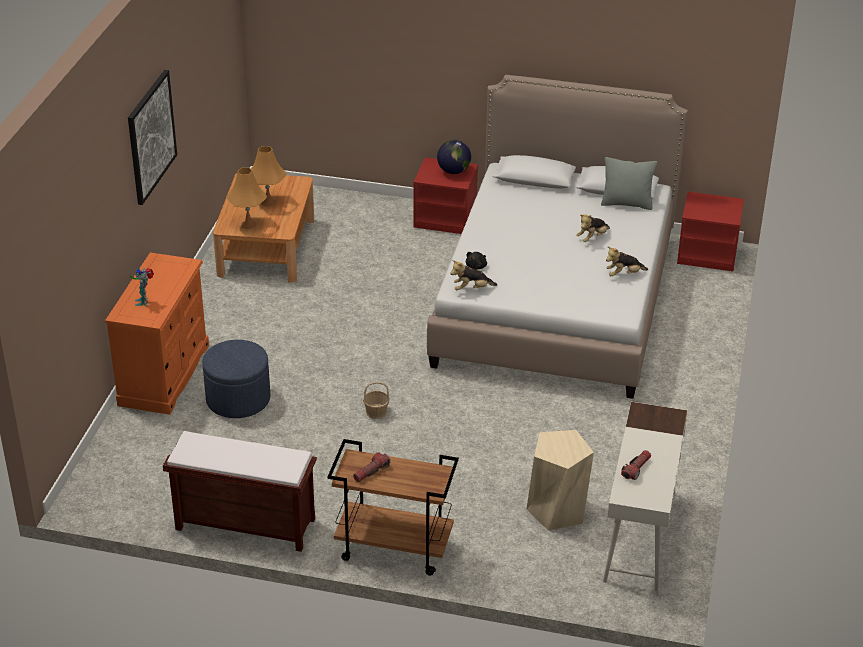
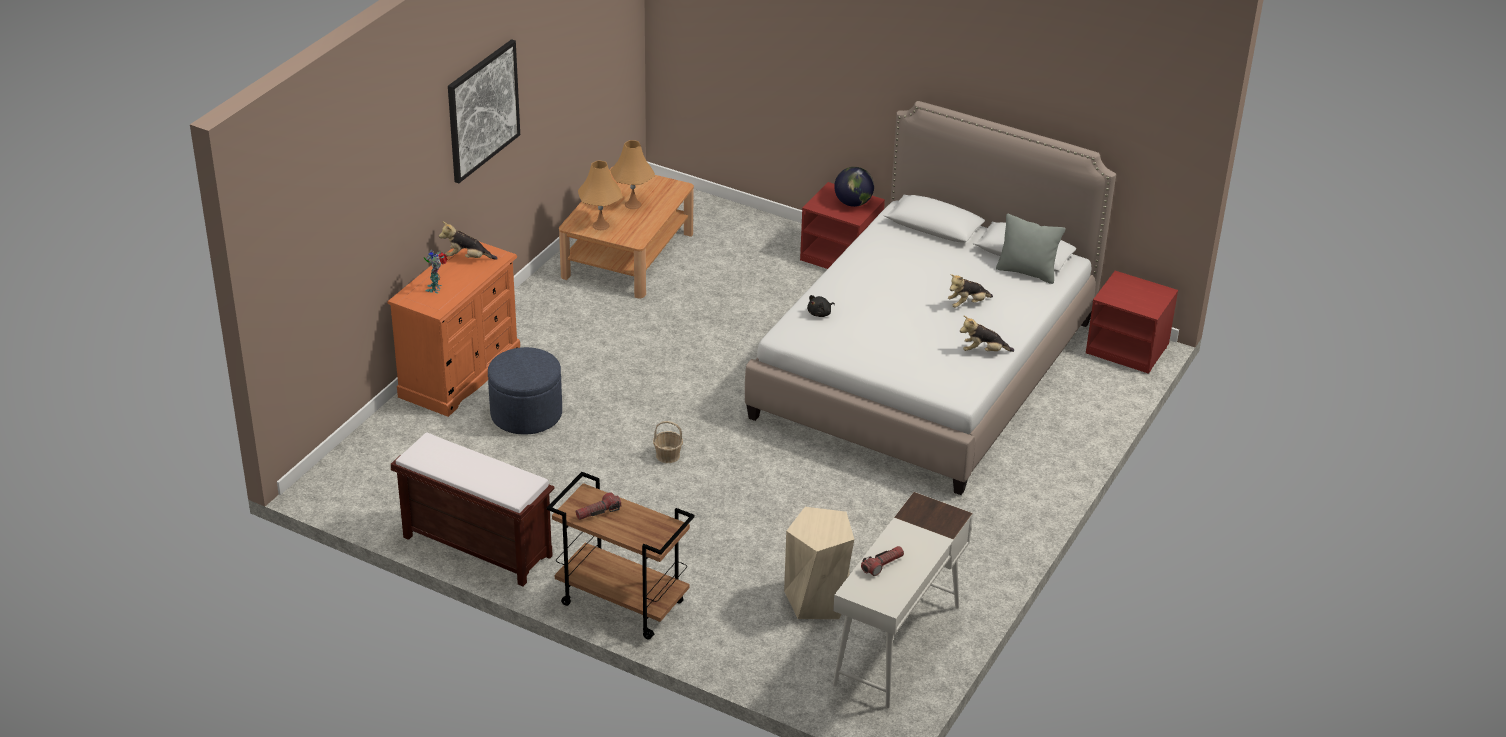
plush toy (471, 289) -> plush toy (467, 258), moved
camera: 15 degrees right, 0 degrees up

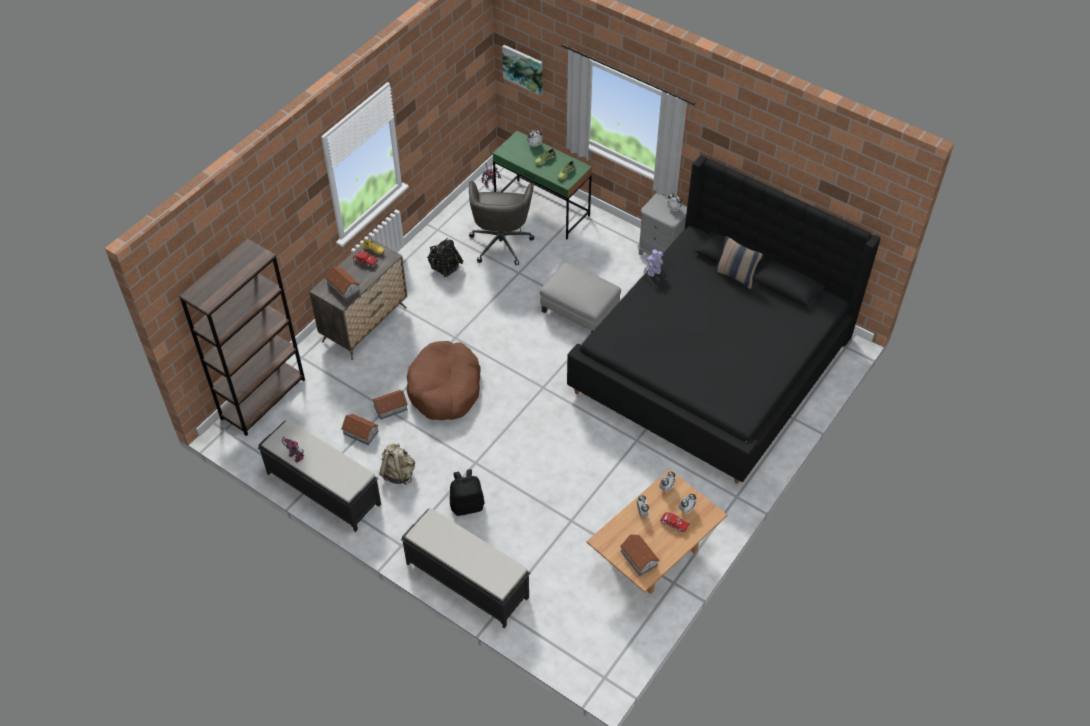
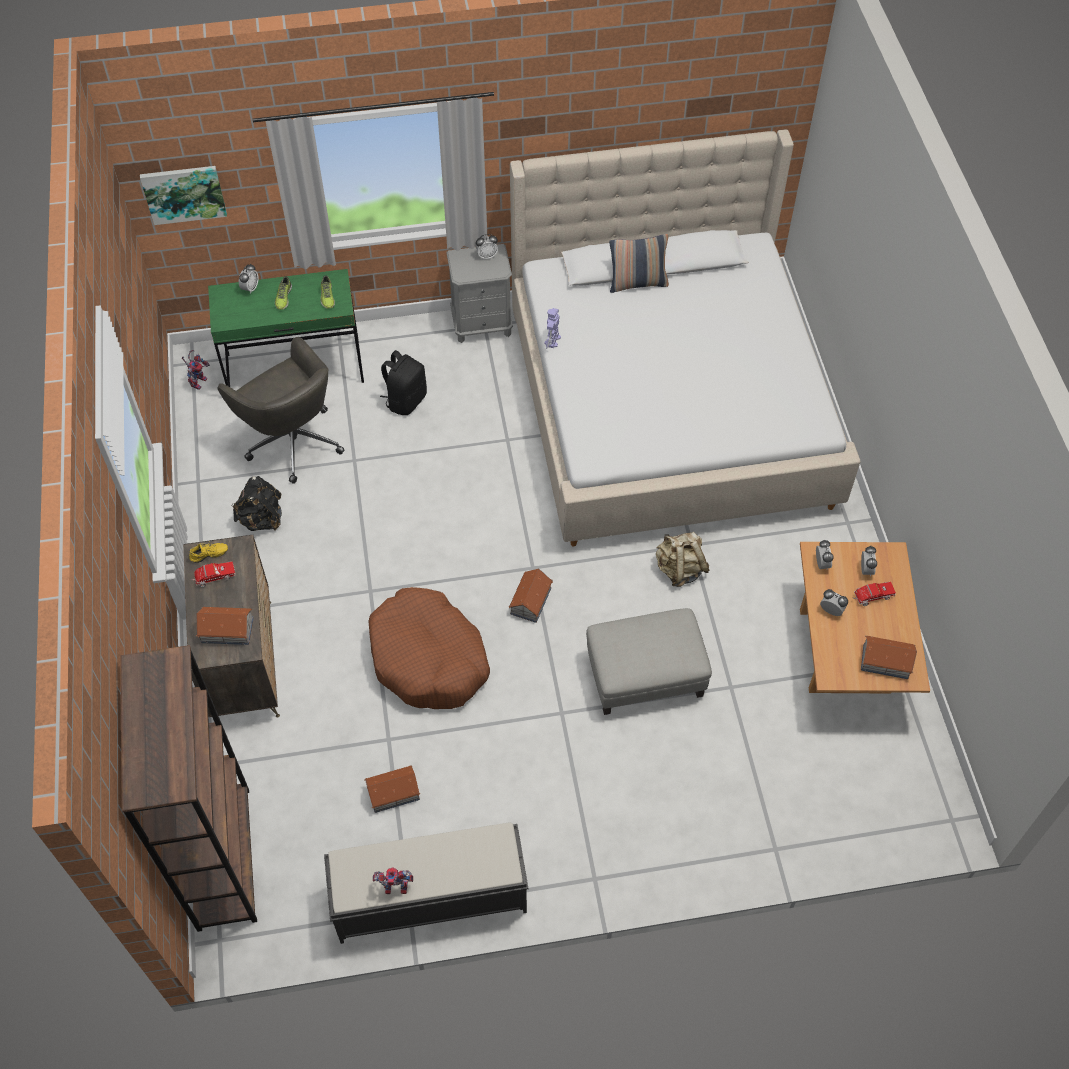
bench/black (466, 580) -> none
toy house (390, 407) -> toy house (530, 601), moved
backpack/beige (398, 473) -> backpack/beige (680, 569), moved
backpack/black (467, 505) -> backpack/black (405, 400), moved
ottoman/grey (579, 311) -> ottoman/grey (645, 675), moved
bed/black (713, 364) -> bed/beige (669, 404)
camera: 45 degrees left, 5 degrees up

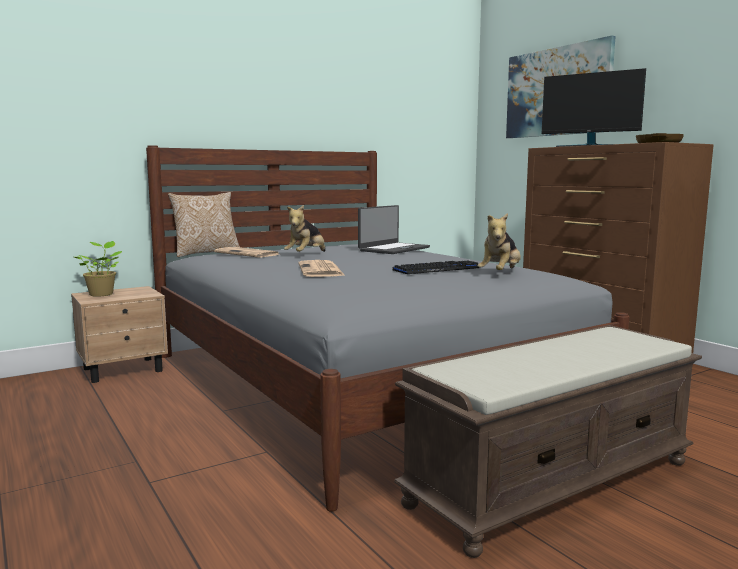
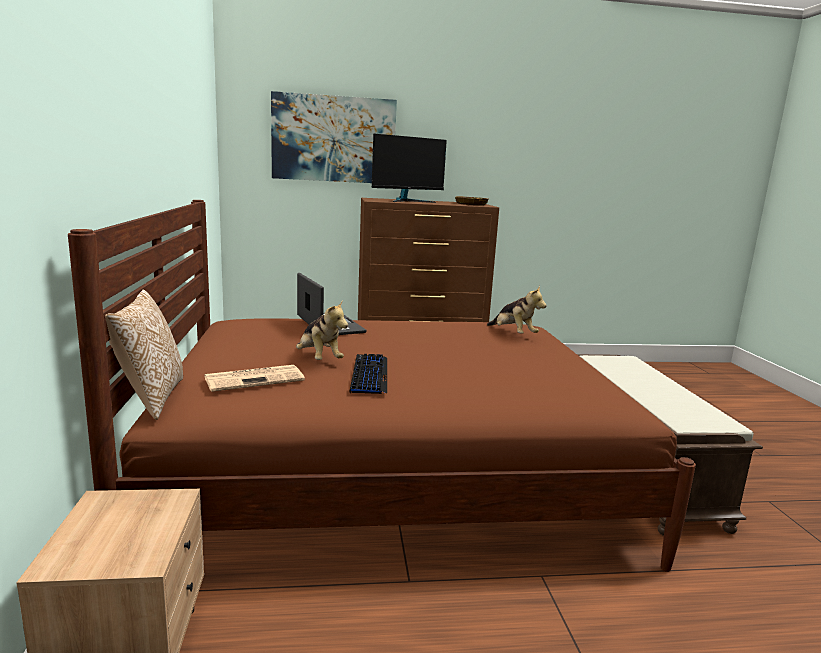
potted plant (102, 294) -> none
newspaper (321, 270) -> none
keyboard (437, 269) -> keyboard (369, 375), moved
bed/grey (360, 381) -> bed/brown (390, 476)
camera: 65 degrees left, 5 degrees up

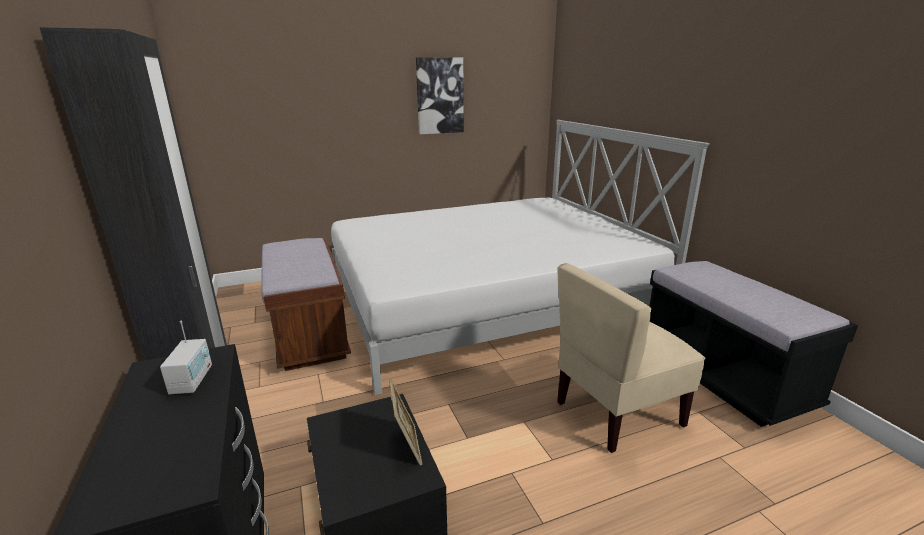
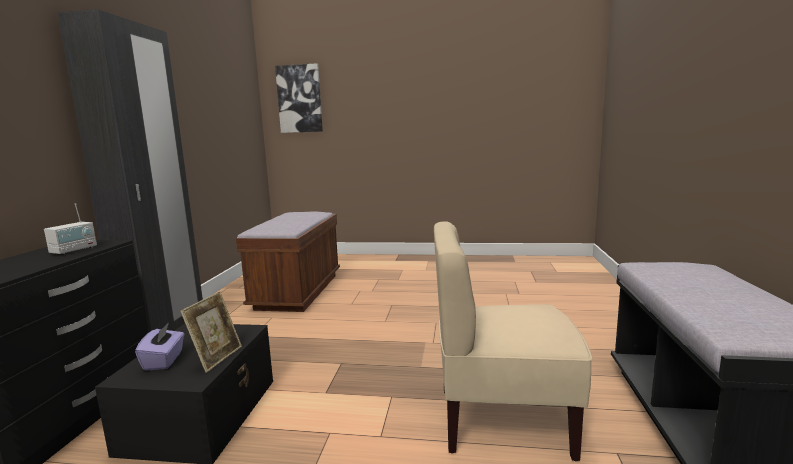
bed/white (488, 300) -> none
none -> tissue box/purple (164, 360)
picture (439, 96) -> picture (299, 99), moved
camera: 30 degrees right, 10 degrees down

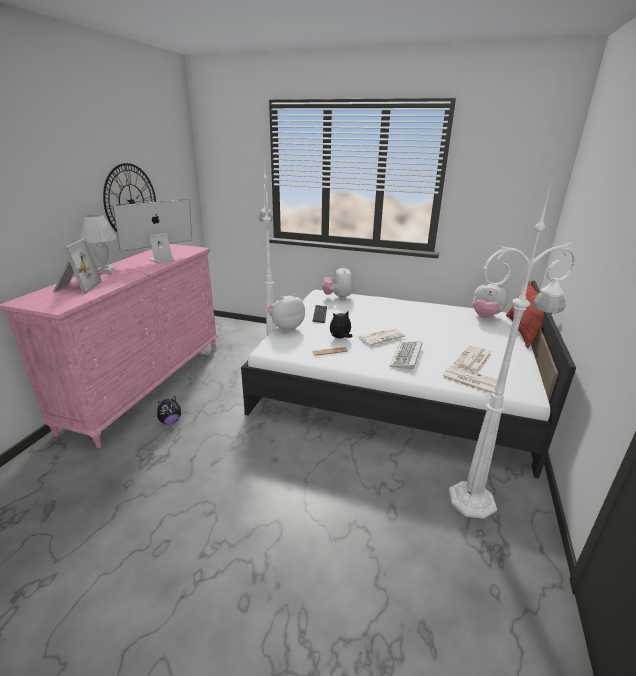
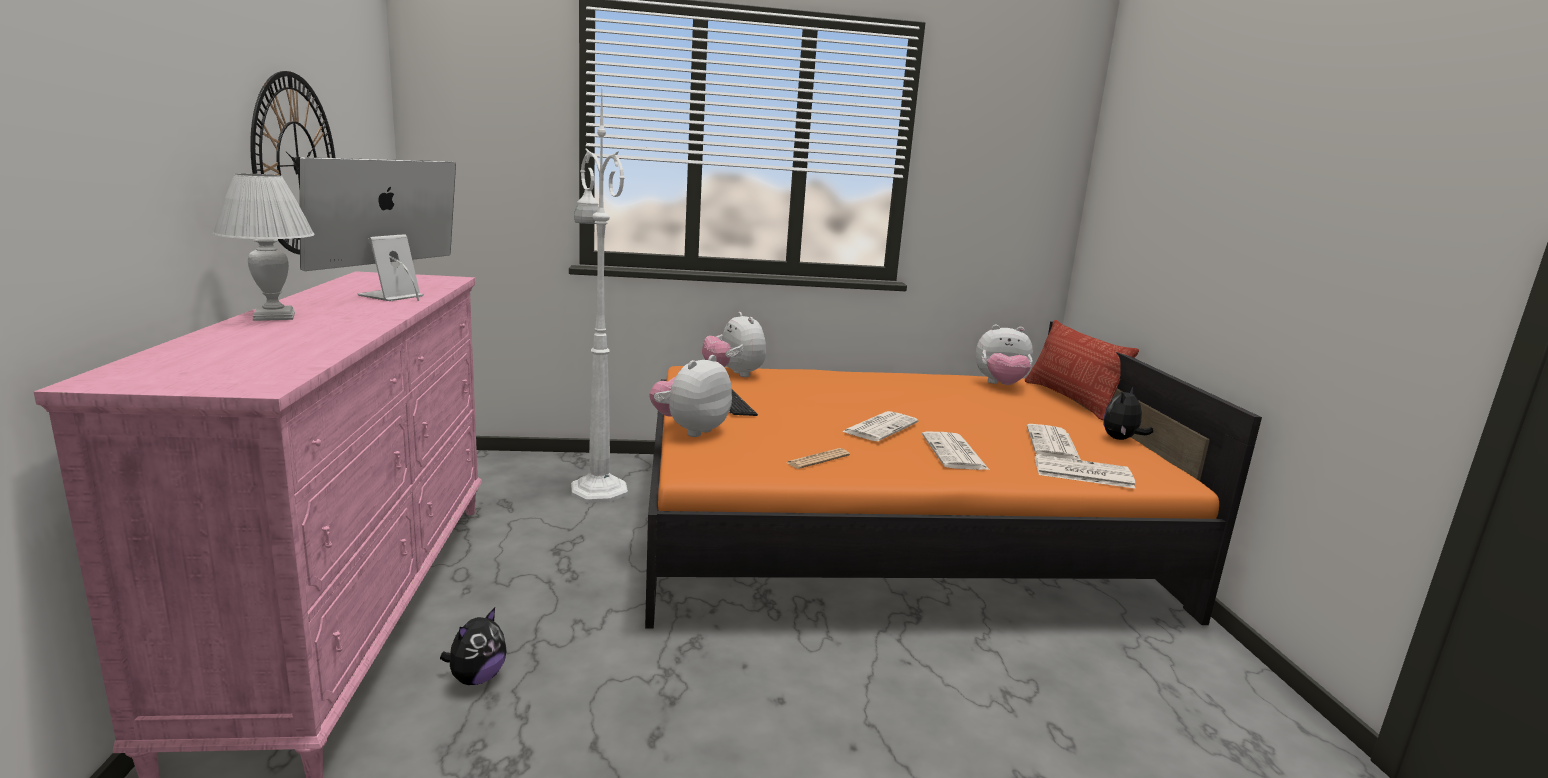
picture frame (76, 287) -> none
floor lamp/white (474, 500) -> none
plush toy (340, 338) -> plush toy (1121, 439), moved
keyboard (407, 357) -> newspaper (955, 453)
bed/white (394, 385) -> bed/orange (886, 526)
camera: 25 degrees left, 10 degrees down

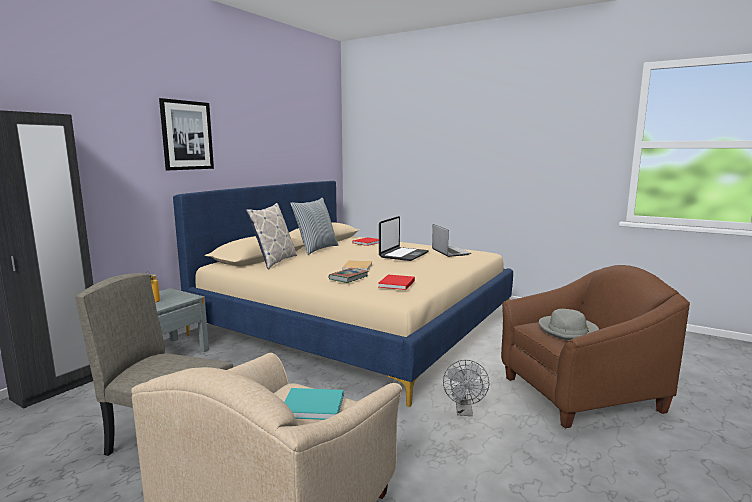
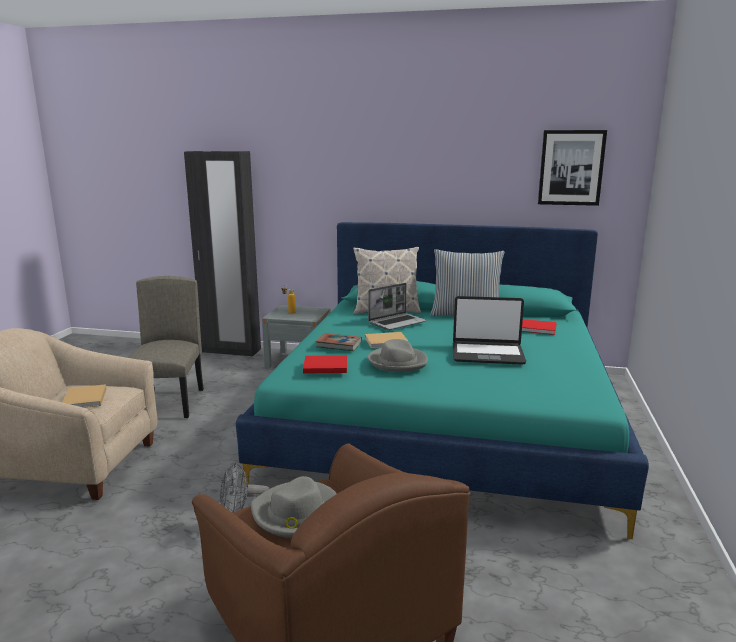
none -> hat/grey (398, 362)
picture (187, 135) -> picture (571, 168), moved
laptop (450, 252) -> laptop (397, 322), moved
bed/beige (357, 323) -> bed/turquoise (444, 420)
book/turquoise (315, 406) -> book/beige (84, 399)
camera: 70 degrees right, 5 degrees up

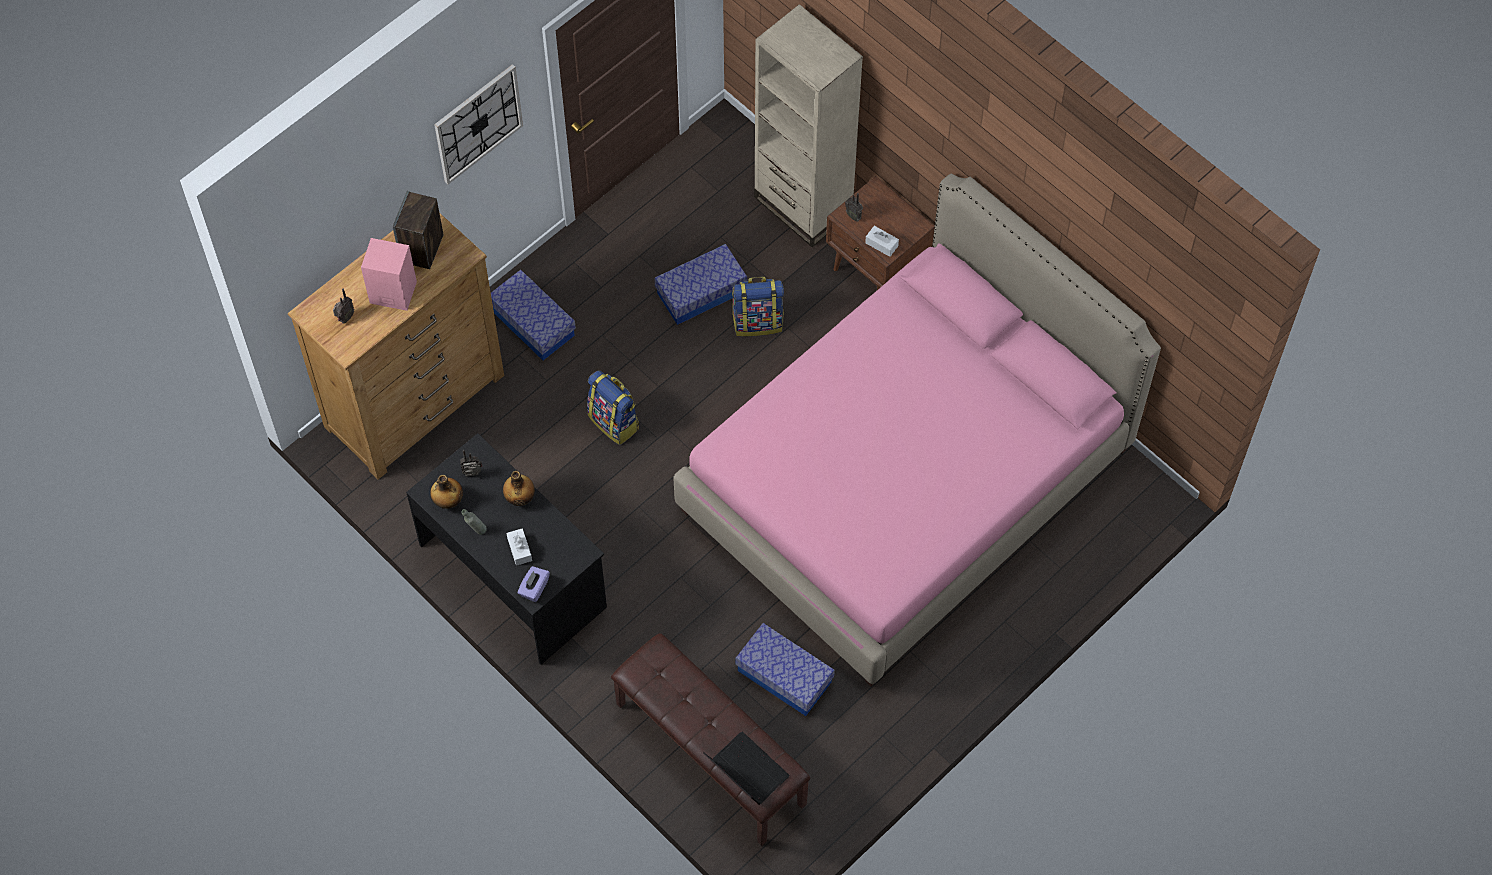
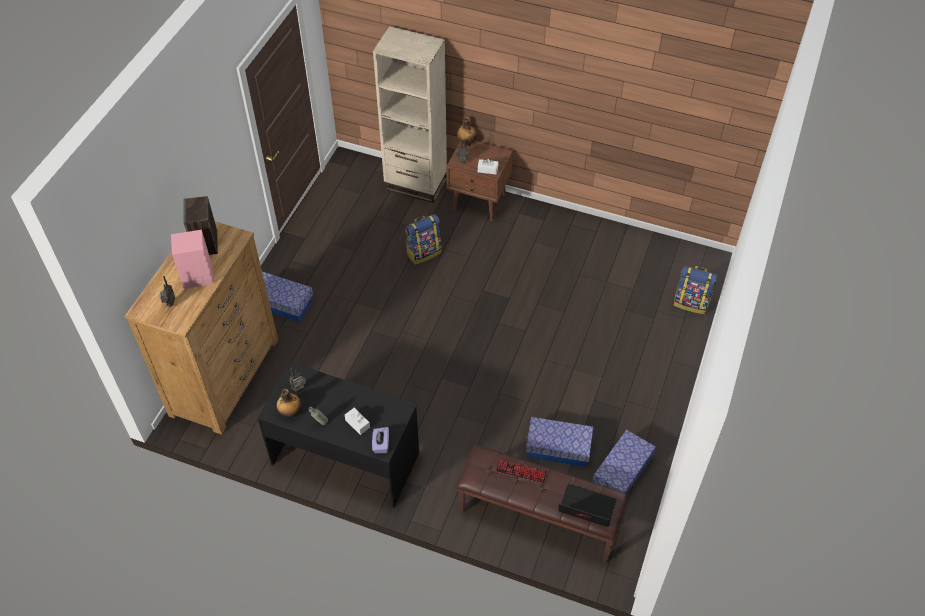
wall clock (478, 123) -> none
bed/pink (905, 479) -> none
none -> keyboard (521, 472)
bottle (520, 498) -> bottle (466, 142), moved
backpack (614, 422) -> backpack (691, 303), moved
storage box (701, 293) -> storage box (622, 472), moved
camera: 25 degrees left, 10 degrees down

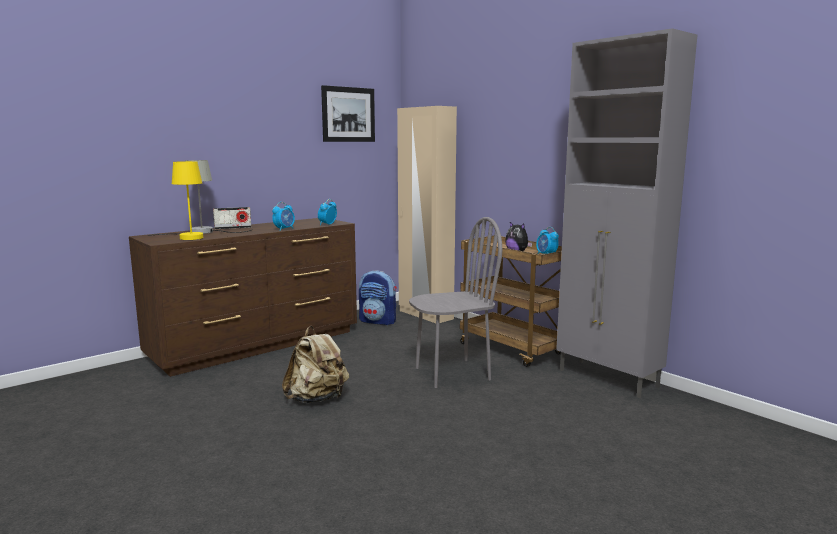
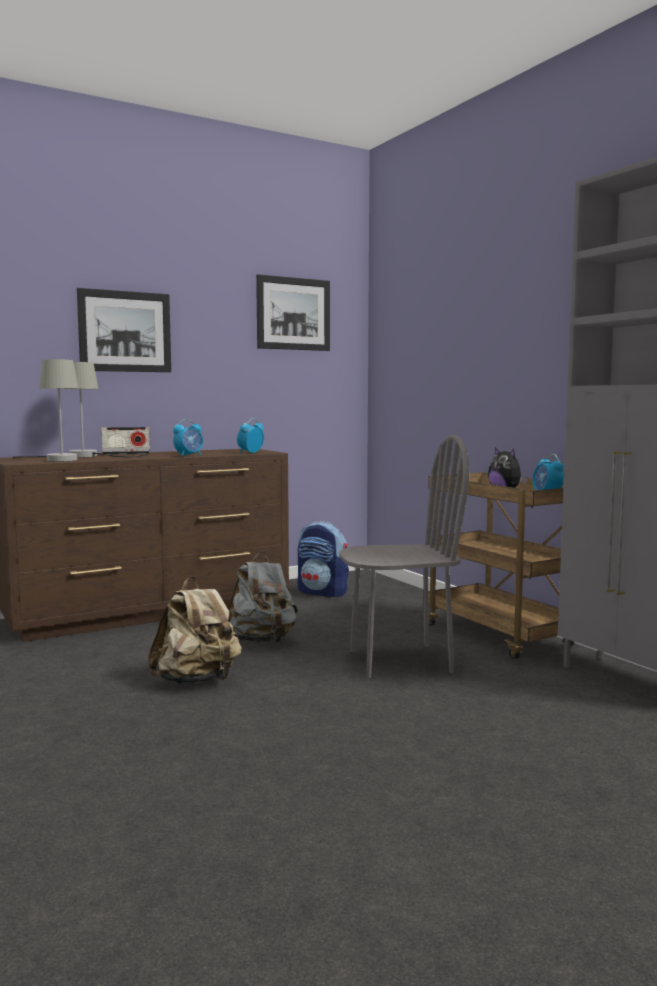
wardrobe/beige (425, 315) -> none
none -> picture (125, 331)
none -> backpack/grey (262, 641)
table lamp/yellow (186, 237) -> table lamp/grey (57, 459)
camera: 10 degrees right, 5 degrees down

